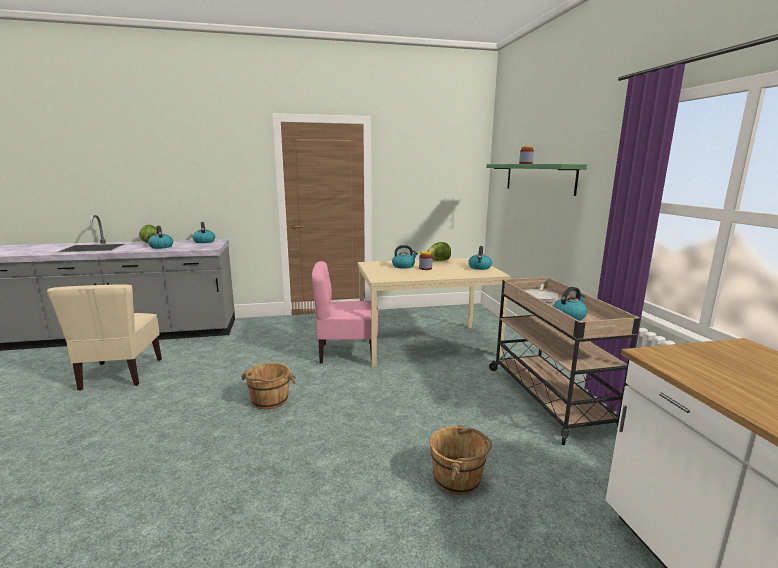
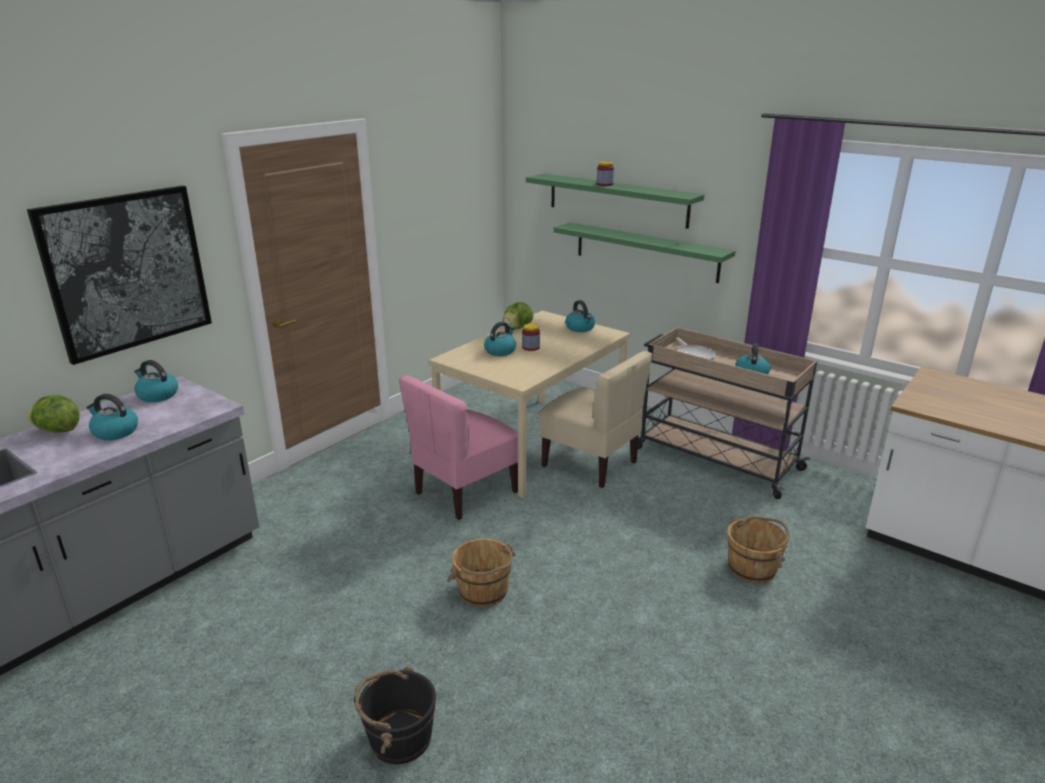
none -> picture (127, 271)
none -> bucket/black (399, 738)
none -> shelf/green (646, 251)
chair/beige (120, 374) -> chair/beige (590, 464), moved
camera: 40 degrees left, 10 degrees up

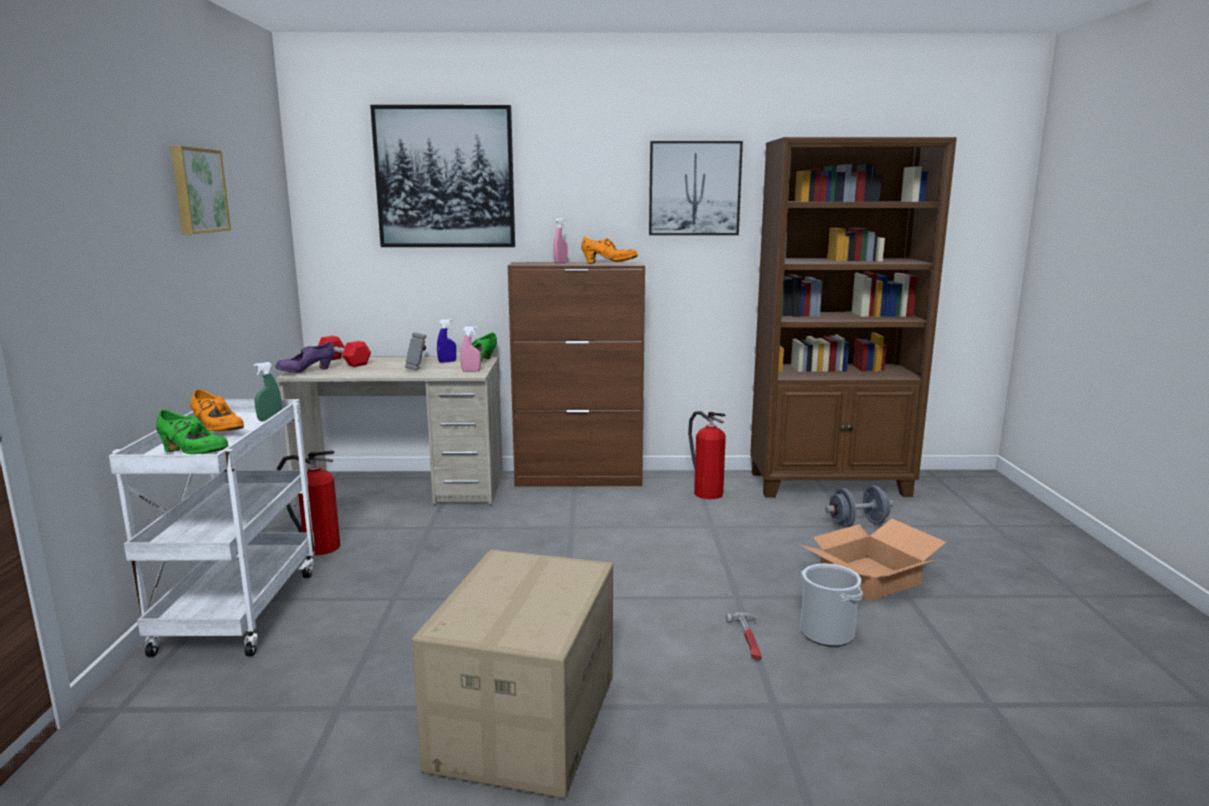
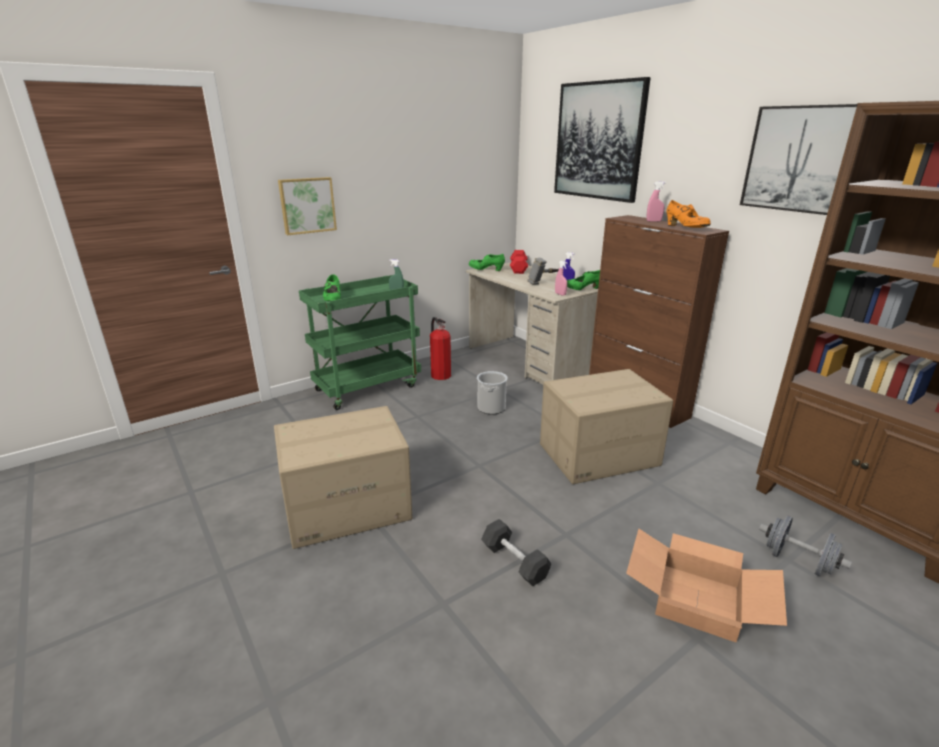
shoe/orange (218, 431) -> none
fire extinguisher (706, 492) -> none
none -> cardboard box (598, 455)
picture (197, 190) -> picture (307, 205), moved
bucket (827, 633) -> bucket (491, 408), moved
hammer (749, 639) -> dumbbell/black (514, 561)
cart/white (238, 609) -> cart/green (368, 387)
shoe/purple (306, 371) -> shoe/green (486, 270)
camera: 55 degrees right, 10 degrees up

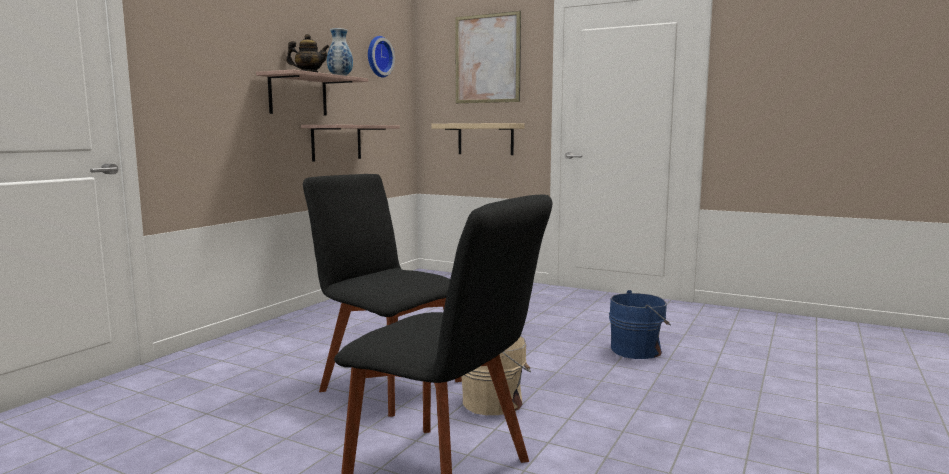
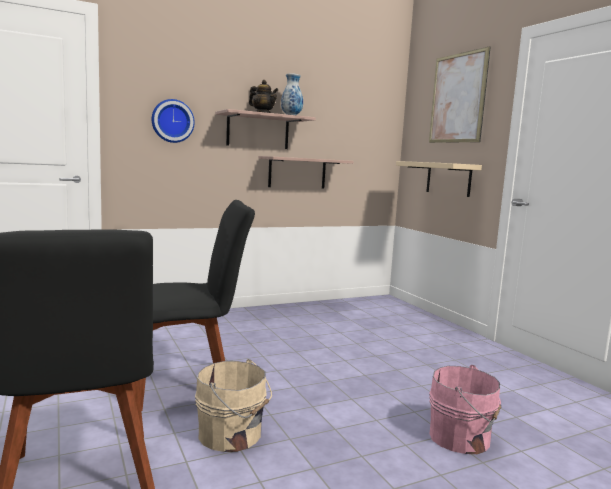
wall clock (378, 57) -> wall clock (172, 121), moved
bucket/blue (638, 350) -> bucket/pink (462, 438)
chair/black (387, 383) -> chair/black (189, 386), 90 degrees clockwise
camera: 35 degrees right, 0 degrees up

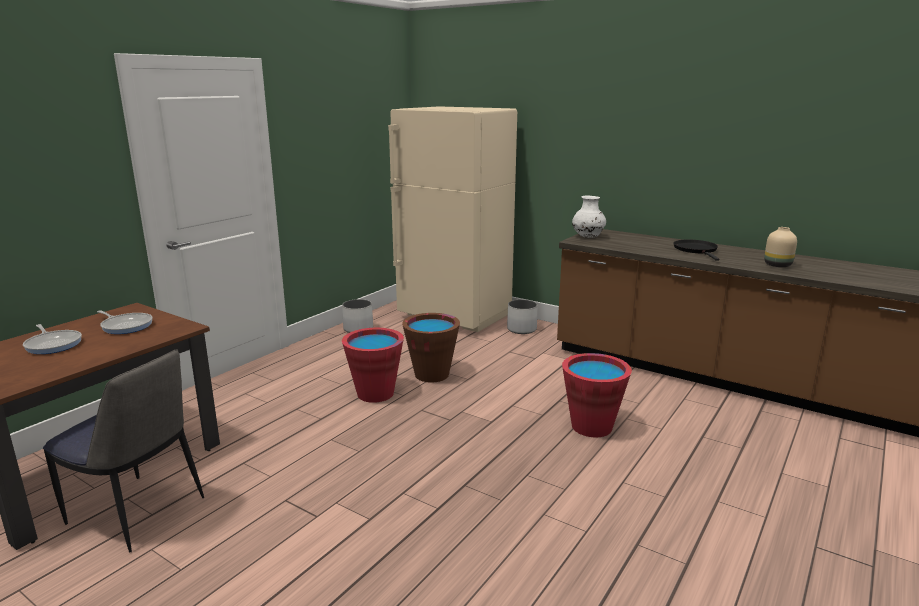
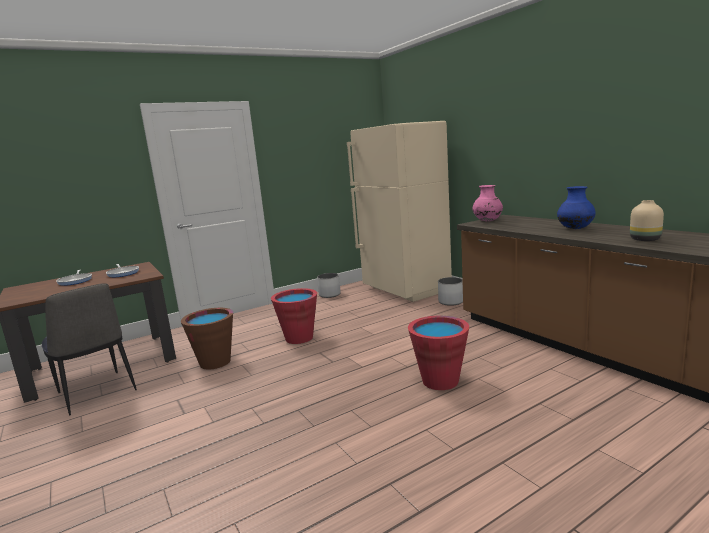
bucket/brown (432, 374) -> bucket/brown (215, 362), moved
frying pan/black (696, 250) -> vase/blue (575, 228)
vase/white (588, 237) -> vase/pink (487, 221)
camera: 25 degrees right, 5 degrees down

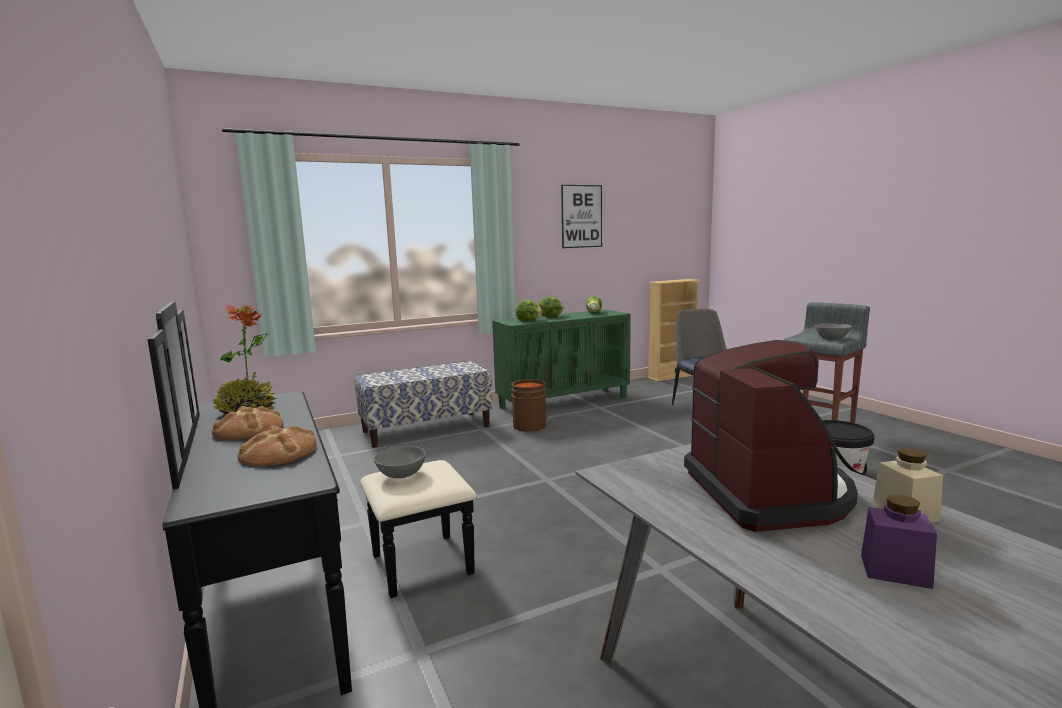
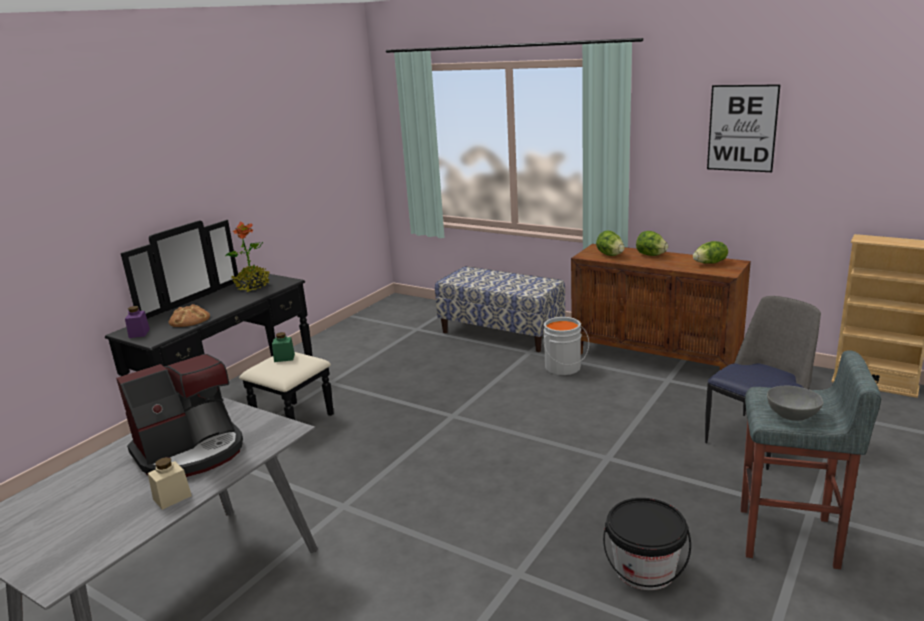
bread (249, 429) -> none
jar/purple (895, 571) -> jar/purple (139, 333), moved
bowl/grey (401, 474) -> jar/green (284, 358)
cabinet/green (564, 402) -> cabinet/brown (655, 358)
bucket/brown (531, 426) -> bucket/grey (564, 368)
camera: 60 degrees right, 10 degrees up

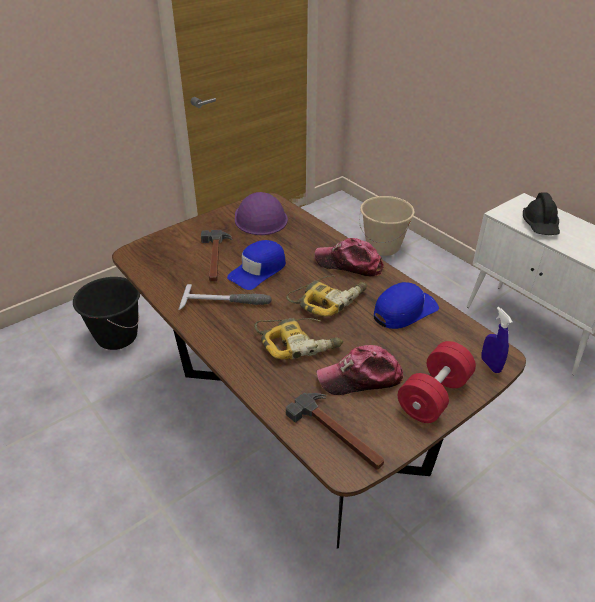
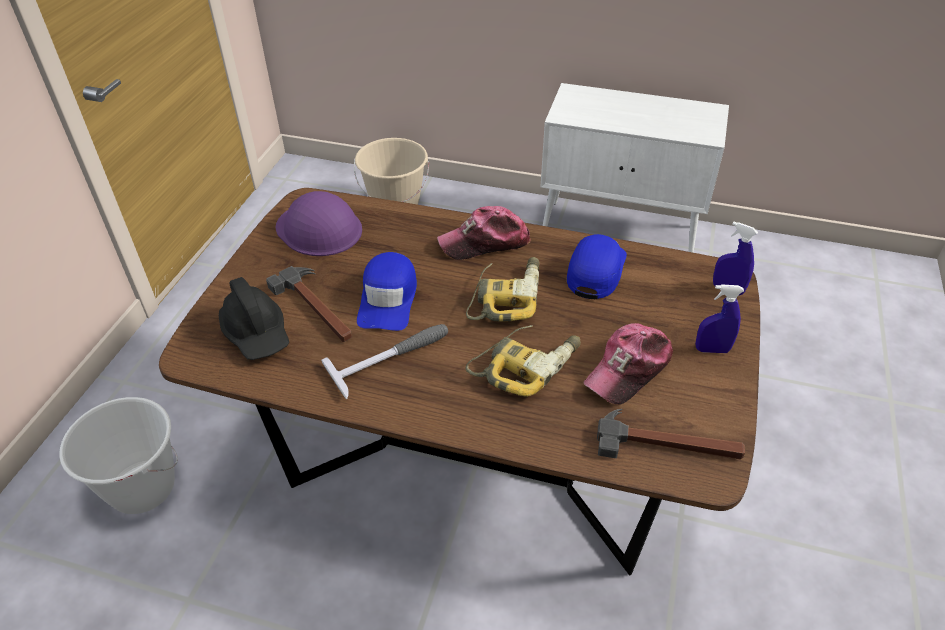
hard hat/black (540, 225) -> hard hat/black (257, 332), moved
dumbbell/red (434, 396) -> spray bottle/blue (712, 350)
bucket/black (116, 337) -> bucket/white (142, 488)
camera: 35 degrees left, 5 degrees up

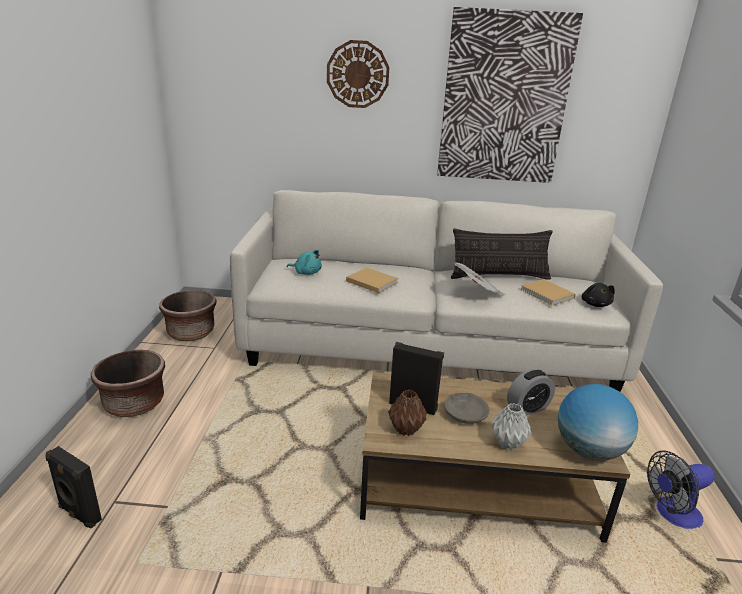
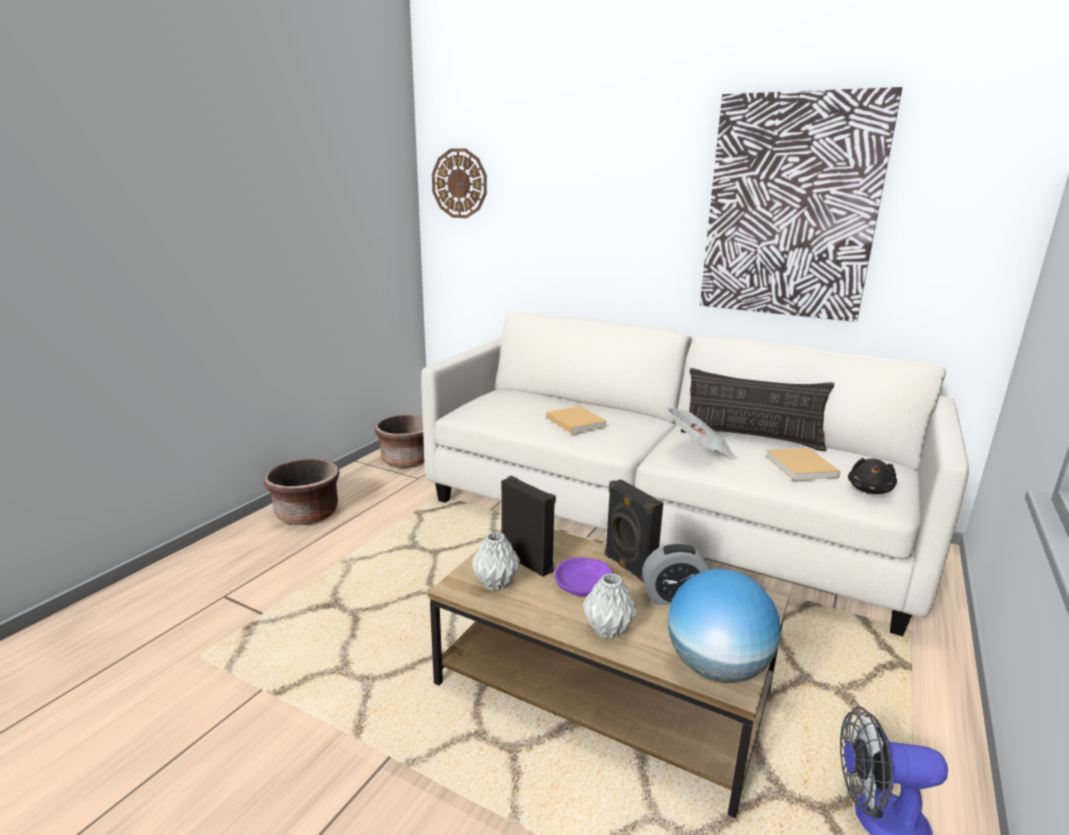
plush toy/turquoise (306, 272) -> none
speaker/black (79, 514) -> speaker/black (628, 567), moved
wall clock (357, 74) -> wall clock (459, 183), moved
vase/brown (405, 429) -> vase/grey (495, 583)
bowl/grey (465, 414) -> bowl/purple (583, 584)
camera: 25 degrees right, 5 degrees down

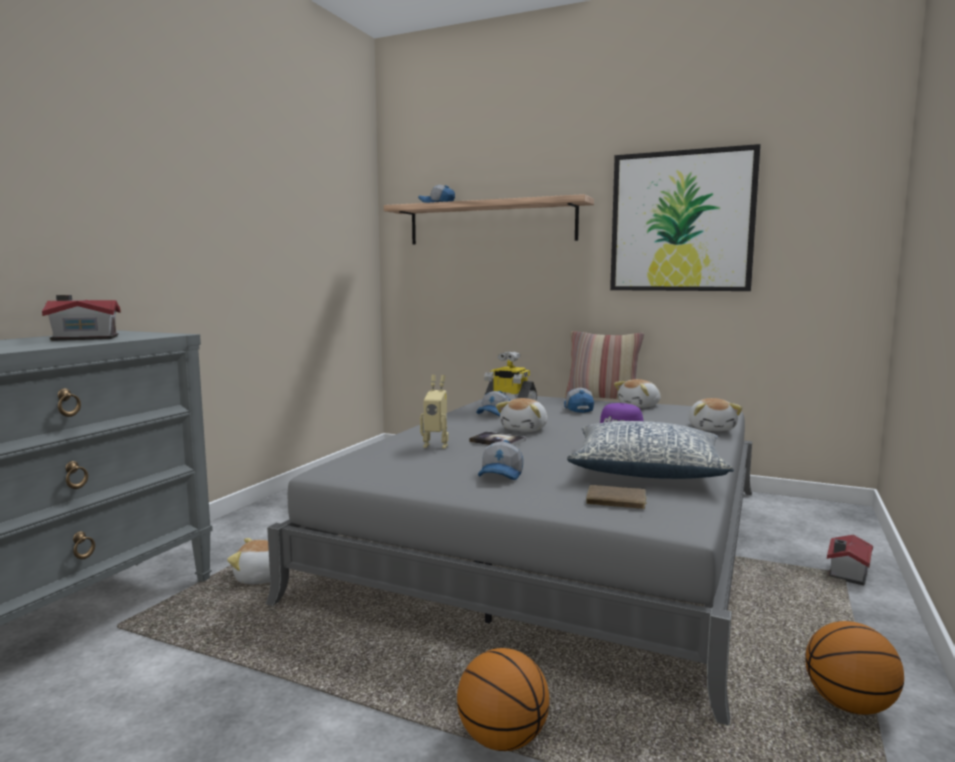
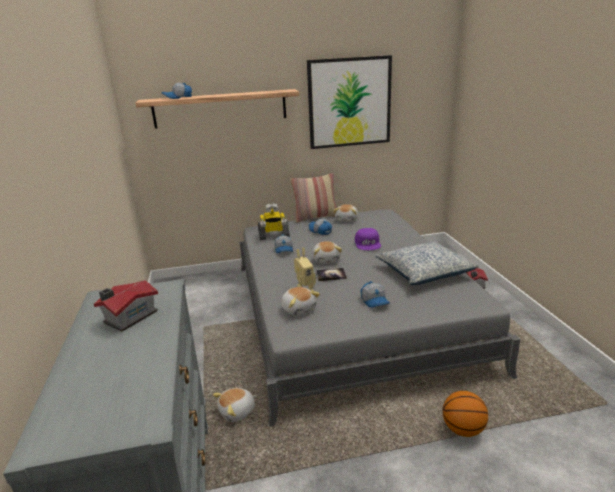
book/brown (616, 501) -> none
basketball (849, 705) -> none
plush toy (712, 429) -> plush toy (299, 309), moved
camera: 35 degrees left, 15 degrees up

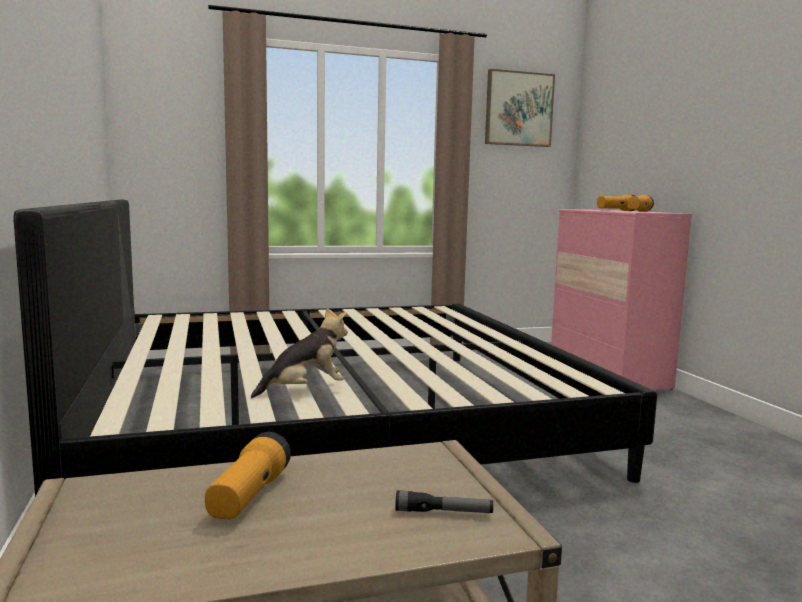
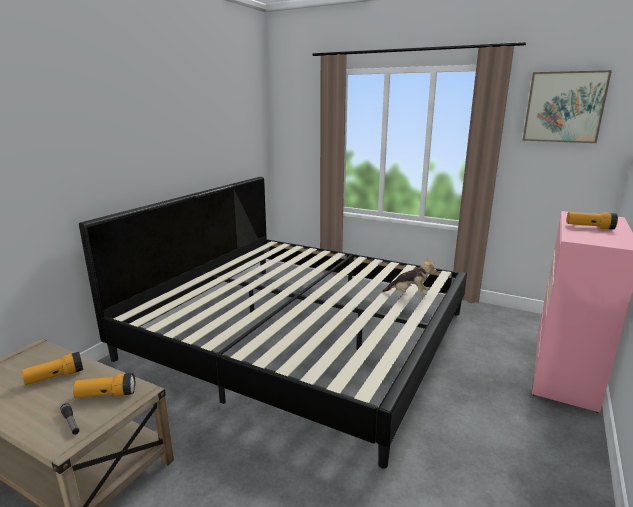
plush toy (305, 390) -> plush toy (409, 294), moved
flashlight (638, 211) -> flashlight (106, 395), moved
camera: 45 degrees right, 10 degrees up

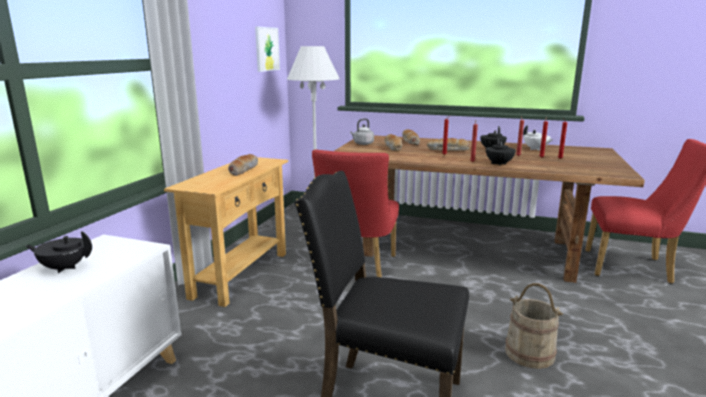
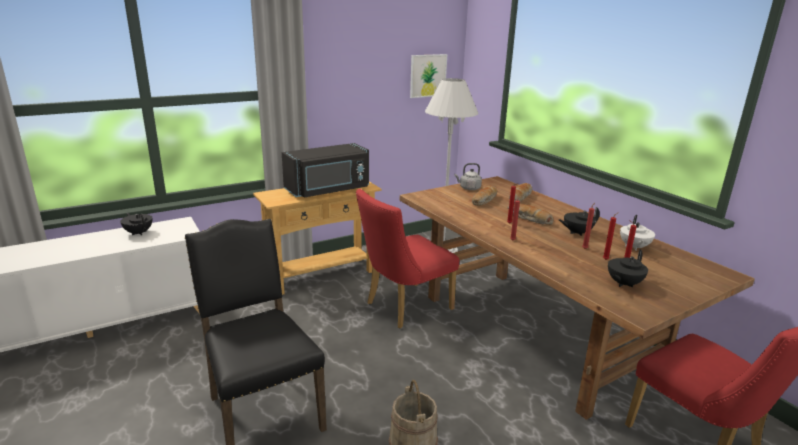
teapot/black (498, 164) -> teapot/black (623, 284), moved
bread (243, 170) -> microwave/black (328, 190)
camera: 40 degrees right, 5 degrees up

